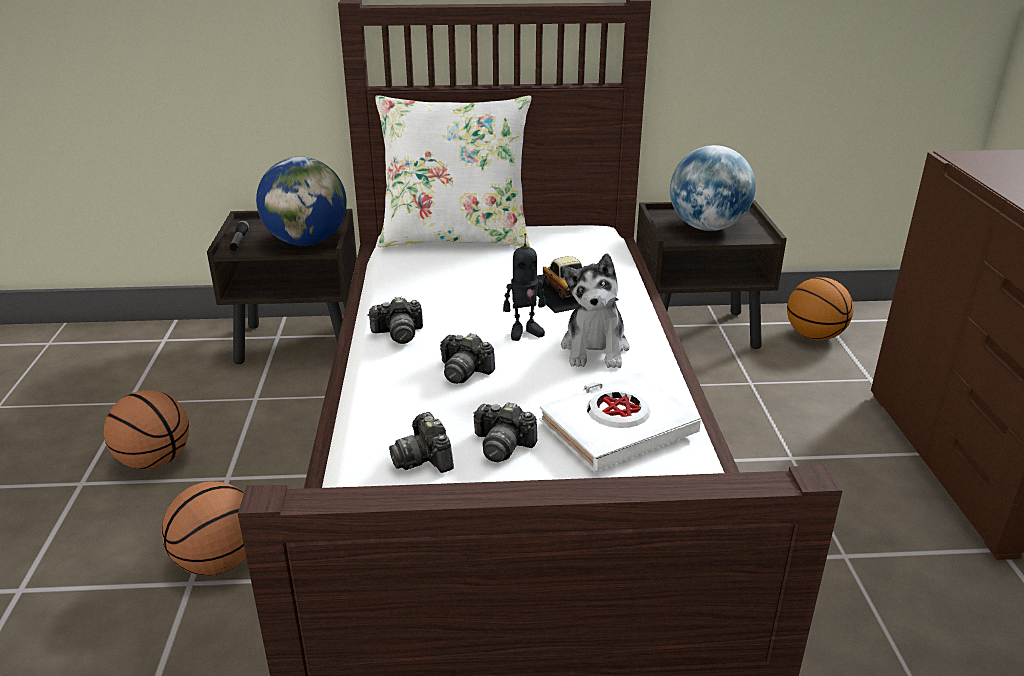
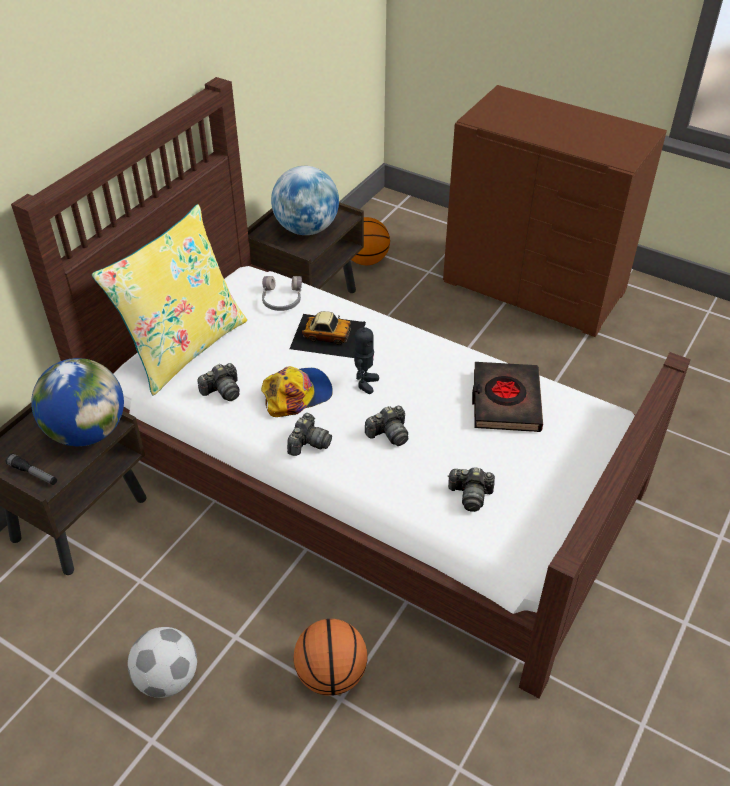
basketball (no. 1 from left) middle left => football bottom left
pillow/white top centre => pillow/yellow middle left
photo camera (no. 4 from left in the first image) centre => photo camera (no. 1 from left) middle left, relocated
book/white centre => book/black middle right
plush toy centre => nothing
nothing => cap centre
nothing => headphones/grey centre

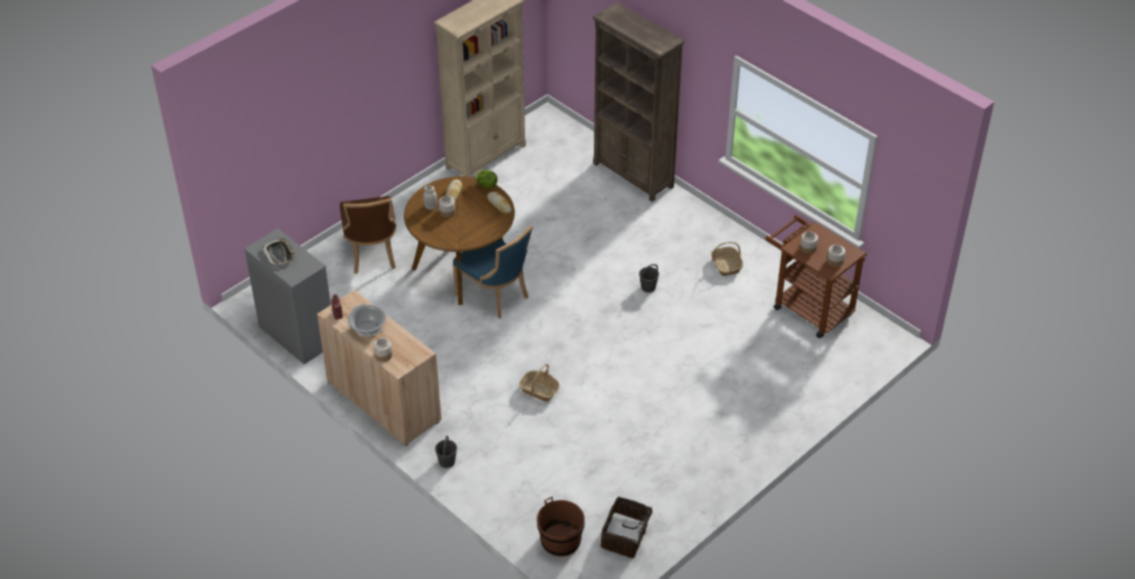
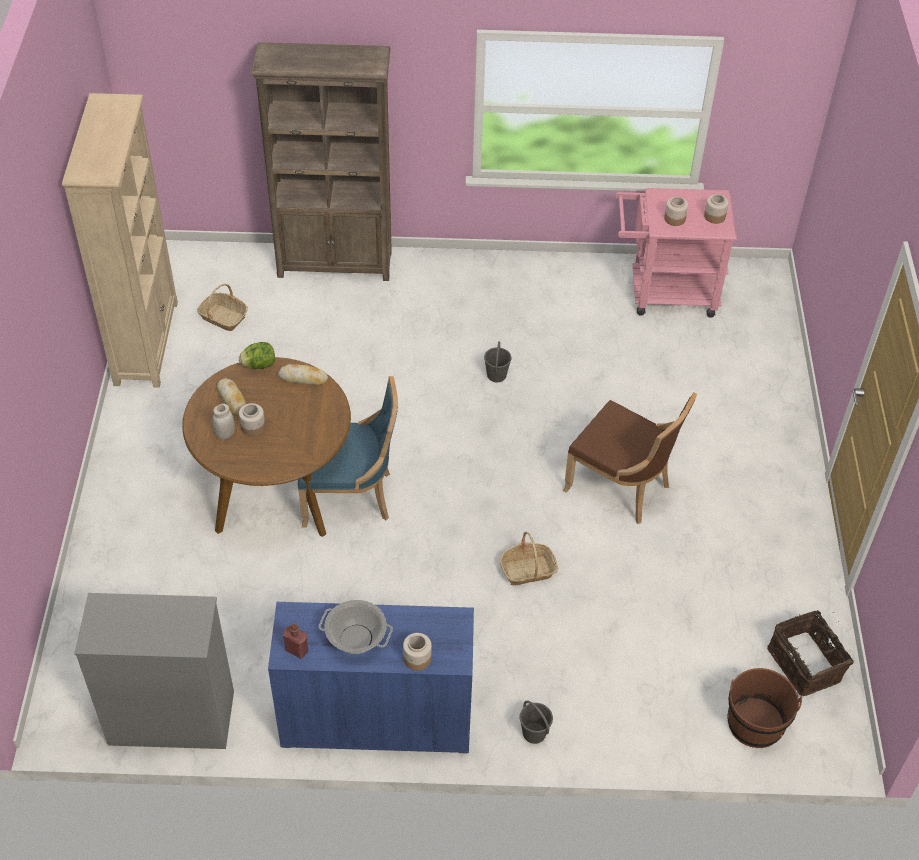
tray middle left => nothing
cabinet/beige centre => cabinet/blue bottom centre
chair/brown middle left => chair/brown middle right, relocated
basket (no. 3 from left in the first image) centre => basket (no. 1 from left) middle left, relocated
cart/brown middle right => cart/pink top right

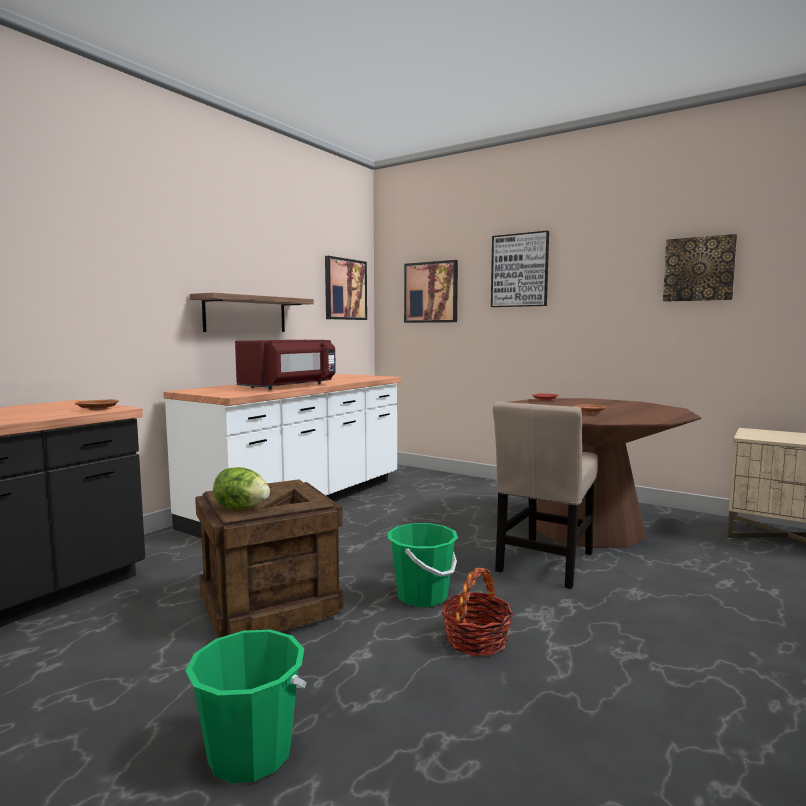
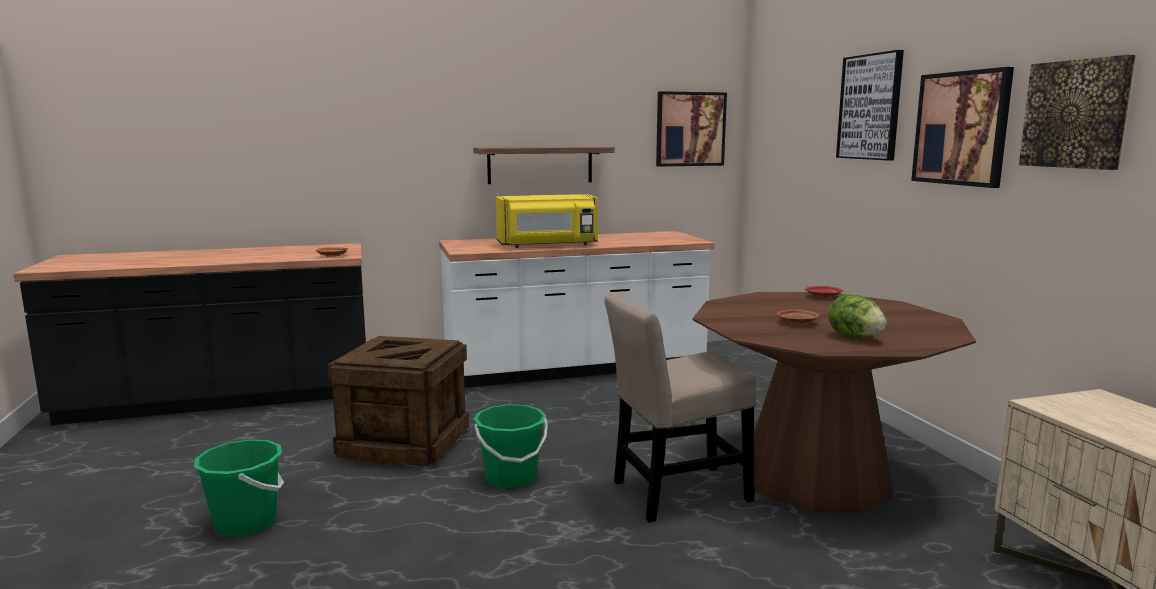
lettuce middle left => lettuce middle right, relocated
microwave/red centre => microwave/yellow centre
picture (no. 2 from left in the first image) centre => picture (no. 3 from left) top right, relocated
basket bottom centre => nothing

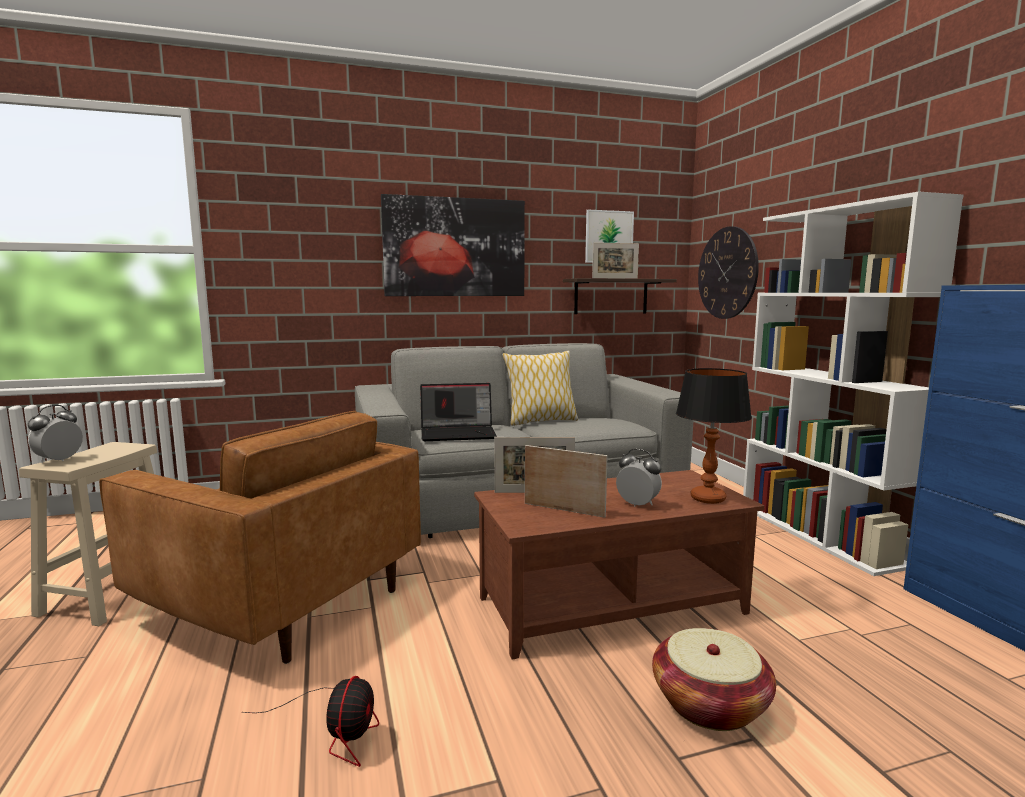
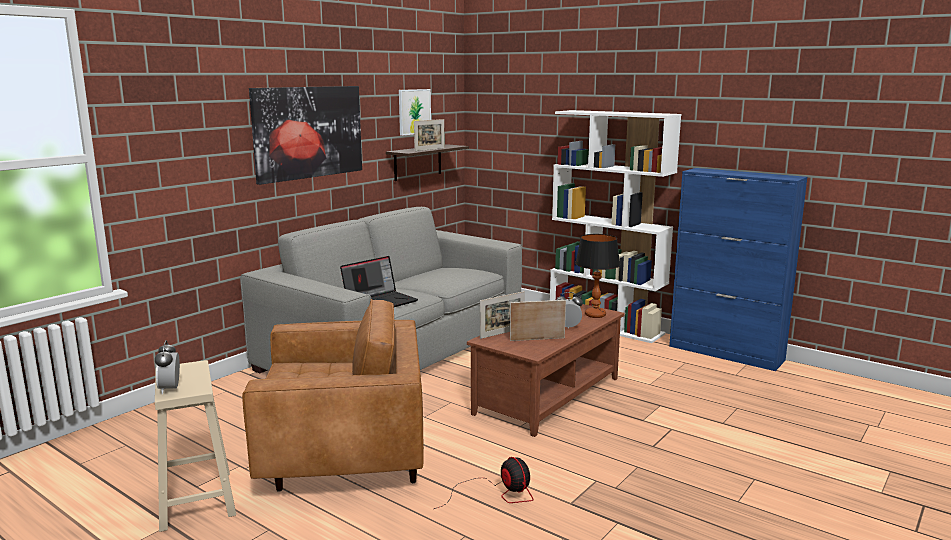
pillow centre => nothing
basket bottom right => nothing
wall clock middle right => nothing

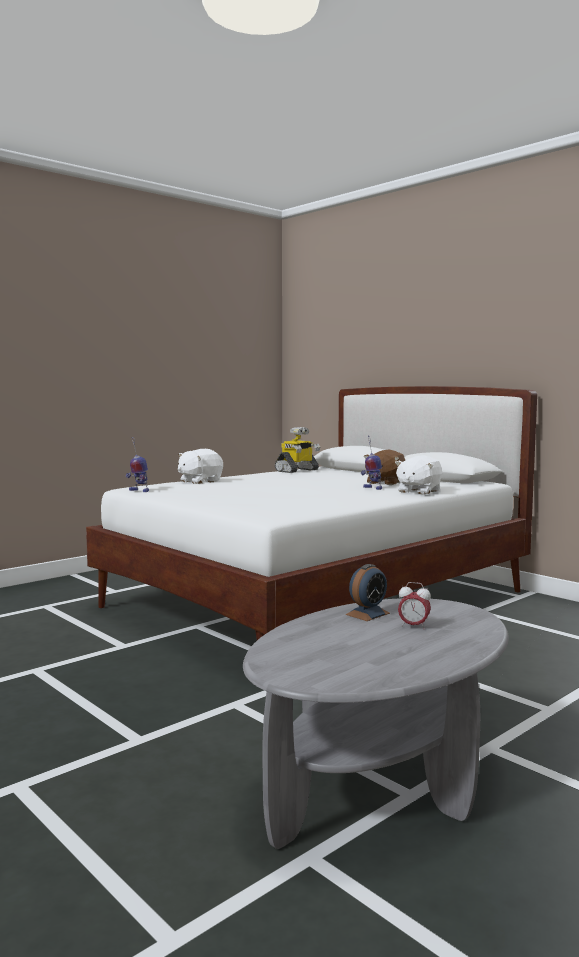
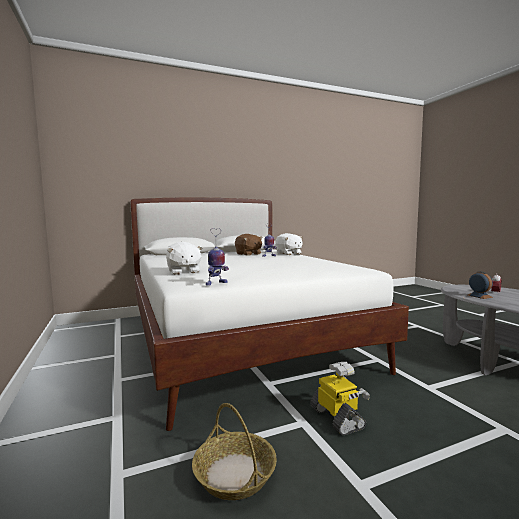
toy robot (no. 2 from left in the first image) centre => toy robot (no. 3 from left) bottom centre, relocated
nothing => basket bottom centre

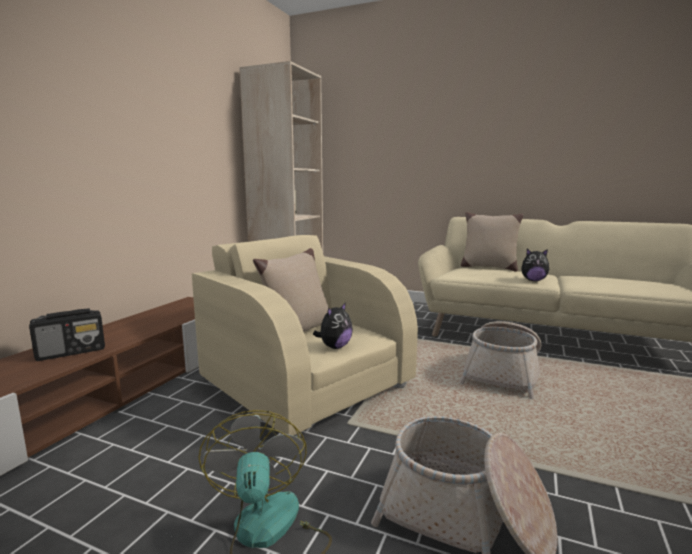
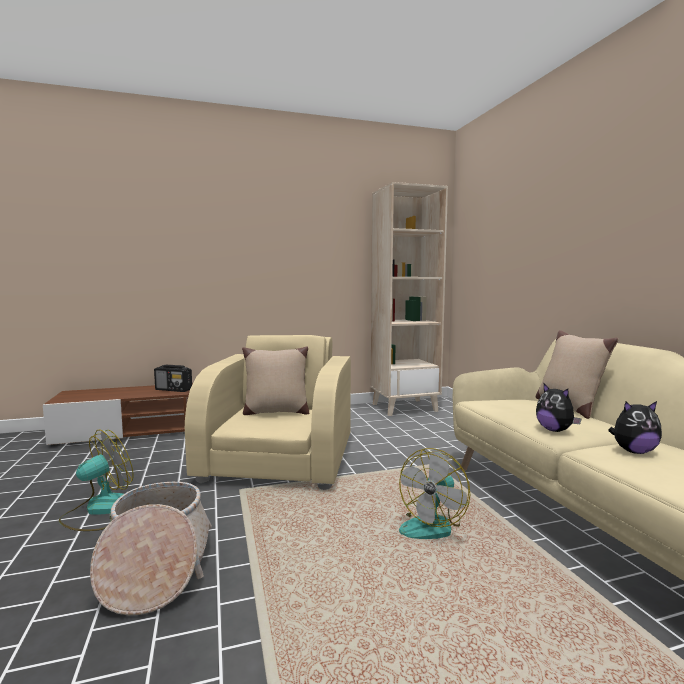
plush toy (no. 1 from left in the first image) centre => plush toy (no. 2 from left) middle right, relocated
basket (no. 2 from left) middle right => fan (no. 2 from left) bottom centre

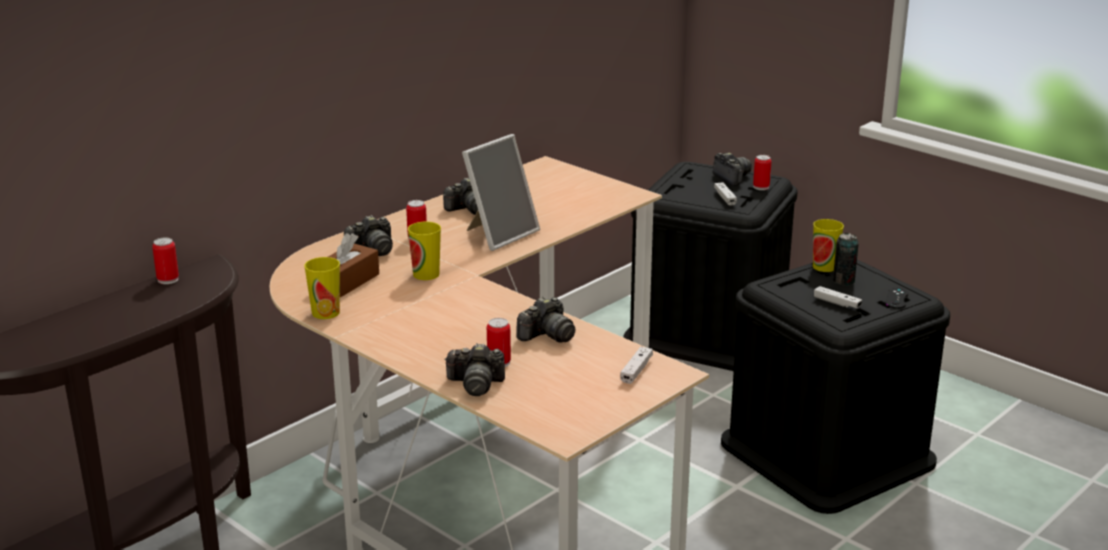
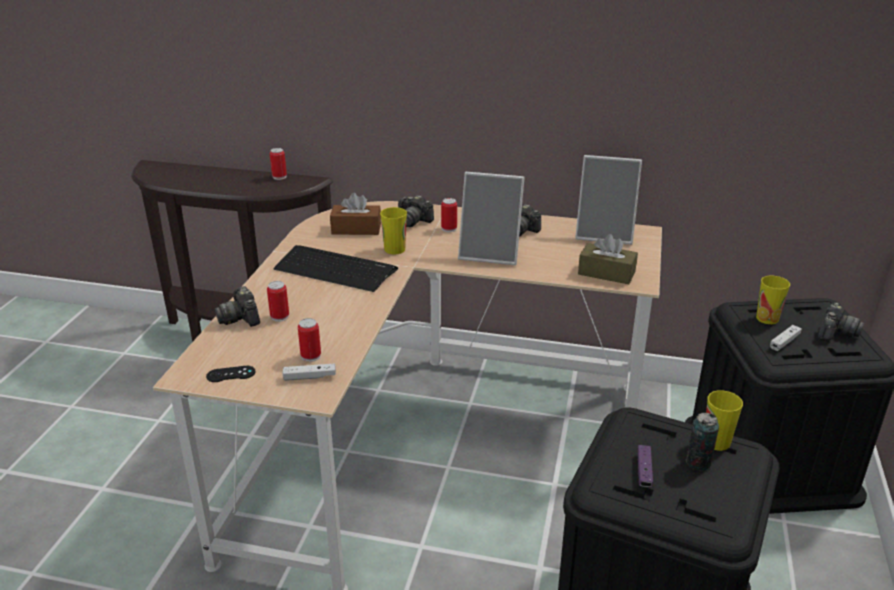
cup (no. 1 from left in the first image) middle left => cup (no. 3 from left) middle right, relocated
photo camera (no. 4 from left) centre => nothing
can (no. 4 from left in the first image) top right => can (no. 3 from left) centre, relocated
game controller/white (no. 3 from left) middle right => game controller/purple bottom right
game controller/black middle right => game controller/black middle left, relocated
nothing => keyboard centre
nothing => picture frame (no. 2 from left) middle right
nothing => tissue box/brown (no. 2 from left) middle right

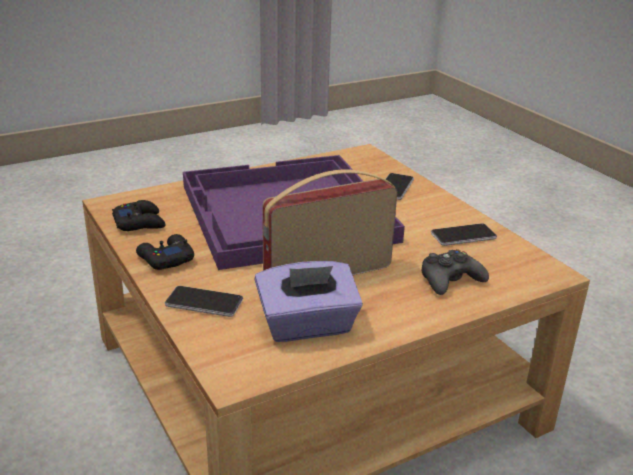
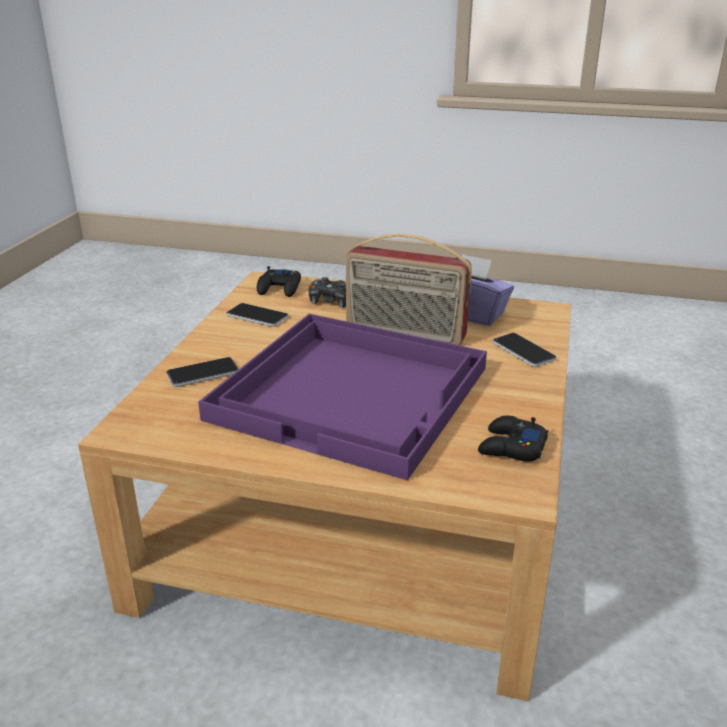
game controller/black (no. 2 from left in the first image) middle left => game controller/black (no. 1 from left) centre, relocated

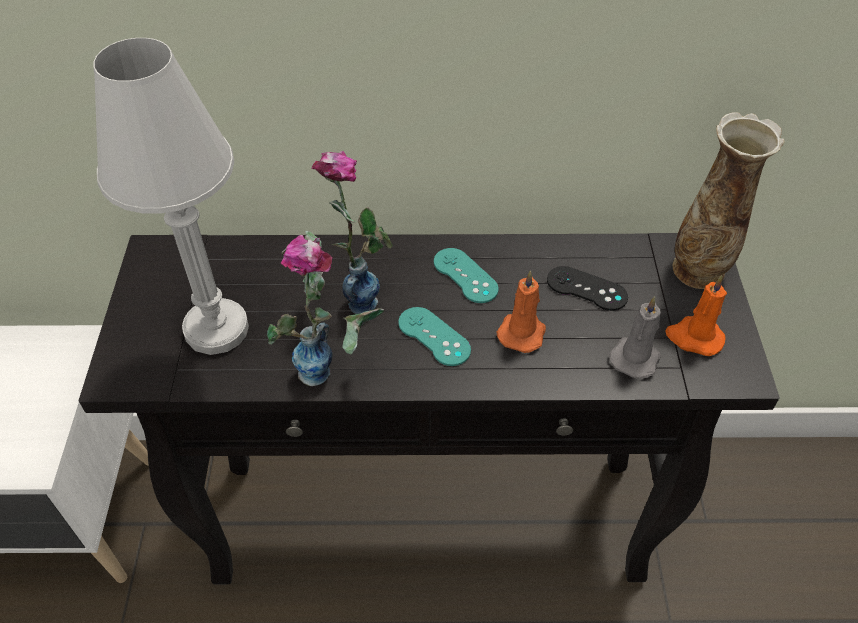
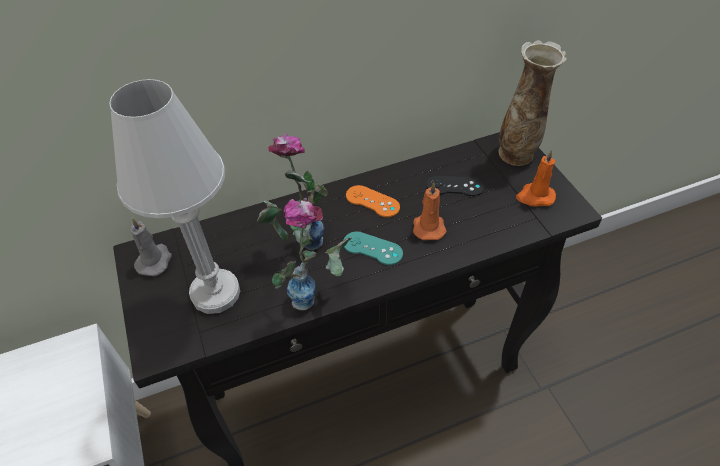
game controller/turquoise (no. 2 from left) centre => game controller/orange centre
candle/grey middle right => candle/grey middle left, relocated

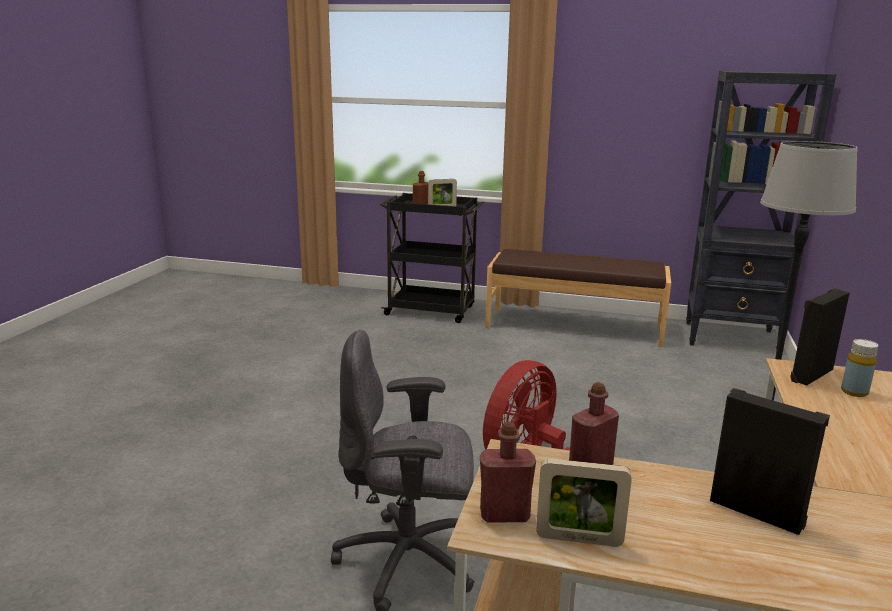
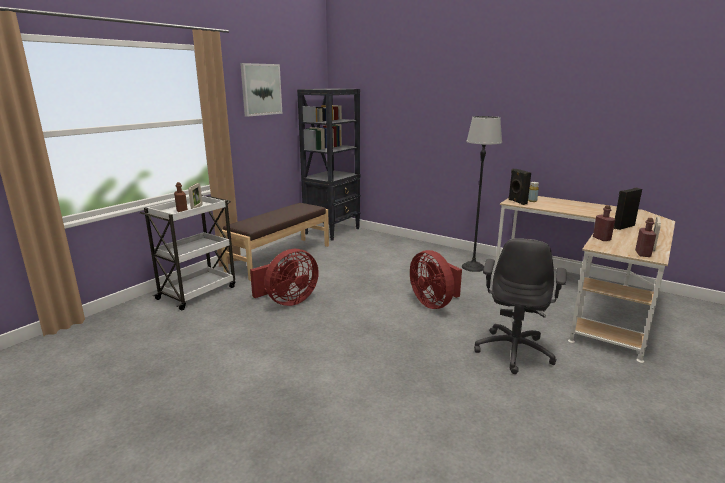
cart/black centre => cart/white middle left
nothing => picture top centre
nothing => fan/red (no. 1 from left) centre

